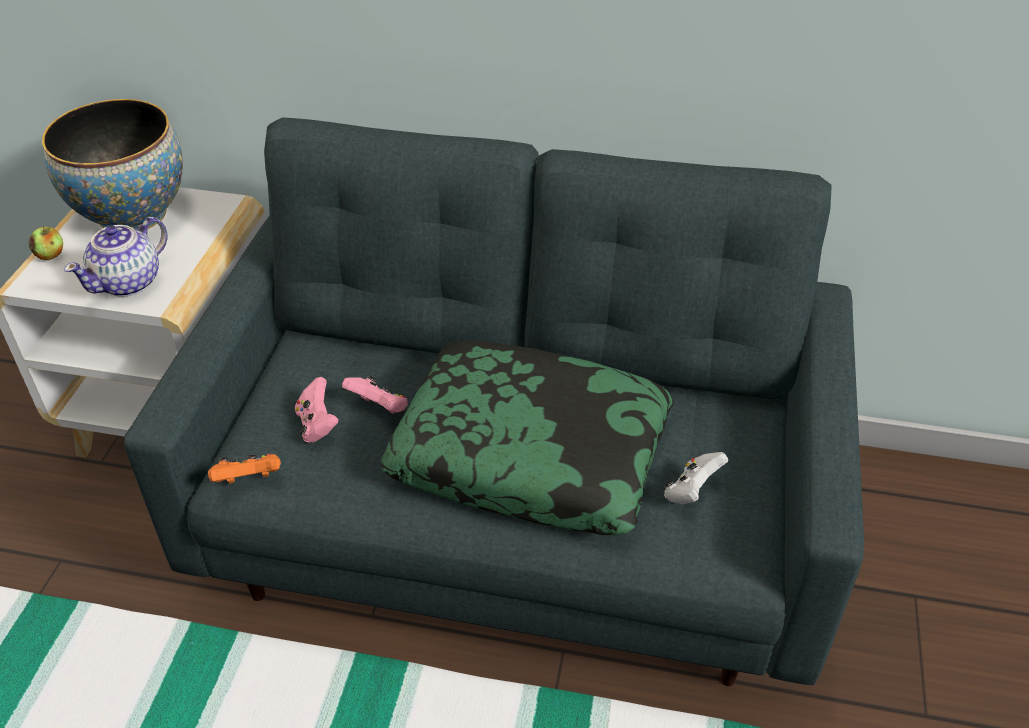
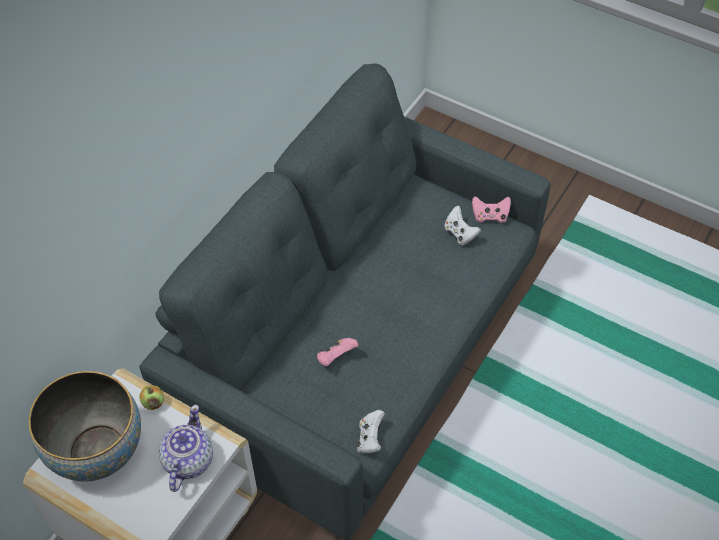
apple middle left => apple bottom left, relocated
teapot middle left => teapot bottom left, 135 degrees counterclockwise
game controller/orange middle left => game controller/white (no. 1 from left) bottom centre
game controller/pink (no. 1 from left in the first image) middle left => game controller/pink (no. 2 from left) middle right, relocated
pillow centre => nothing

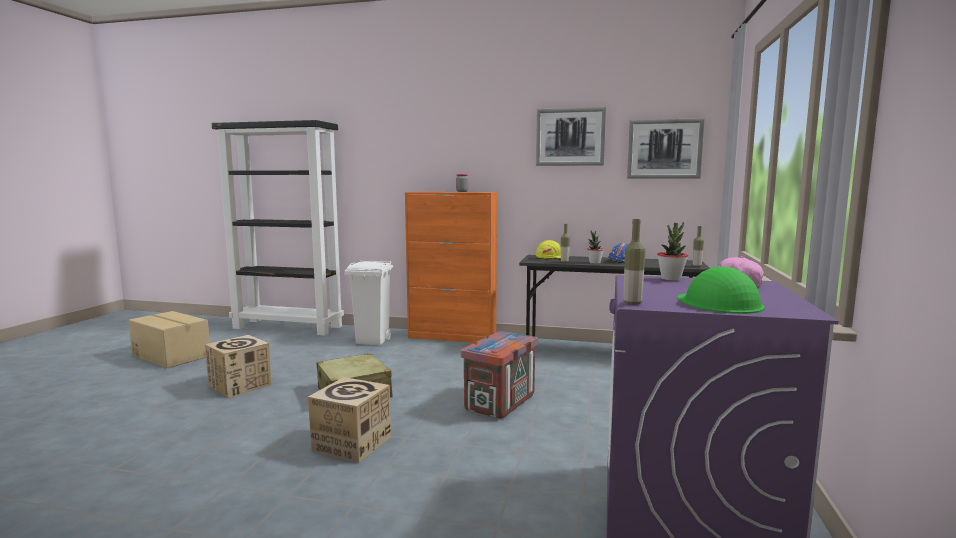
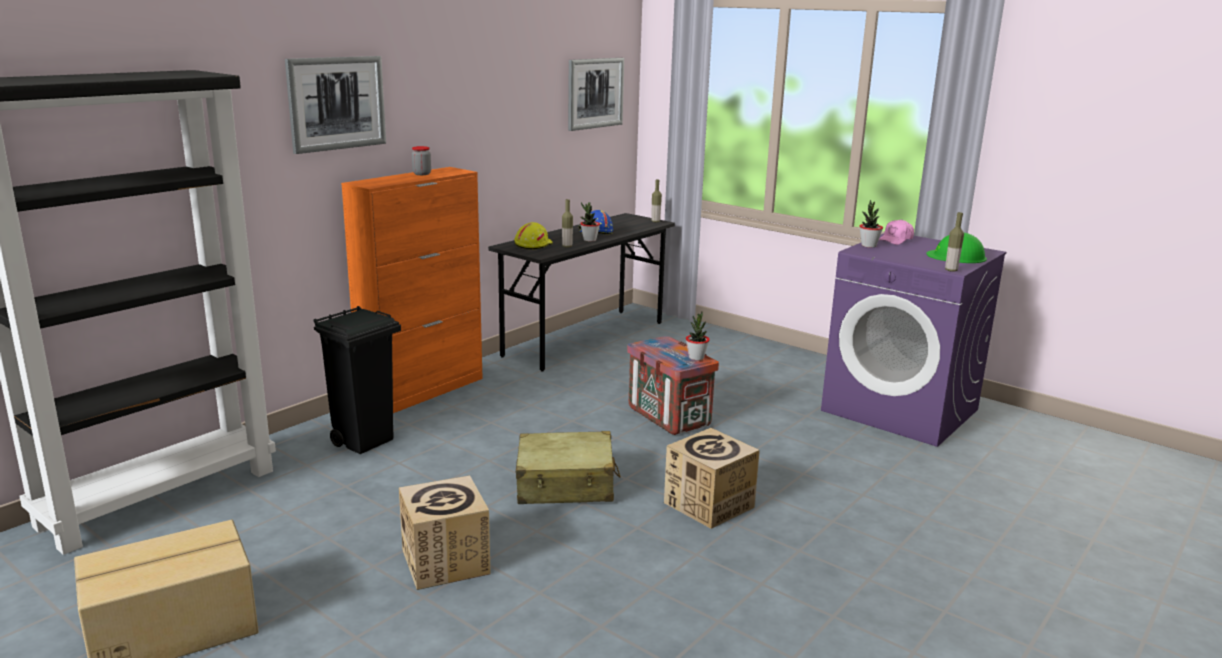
trash can/white centre => trash can/black middle left
picture (no. 1 from left) top centre => picture (no. 1 from left) top left, relocated
nothing => potted plant (no. 2 from left) centre

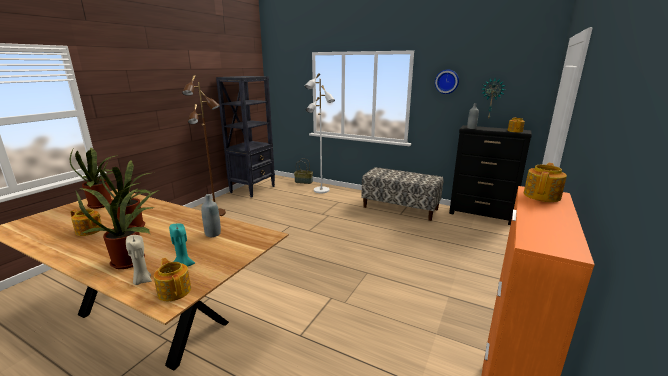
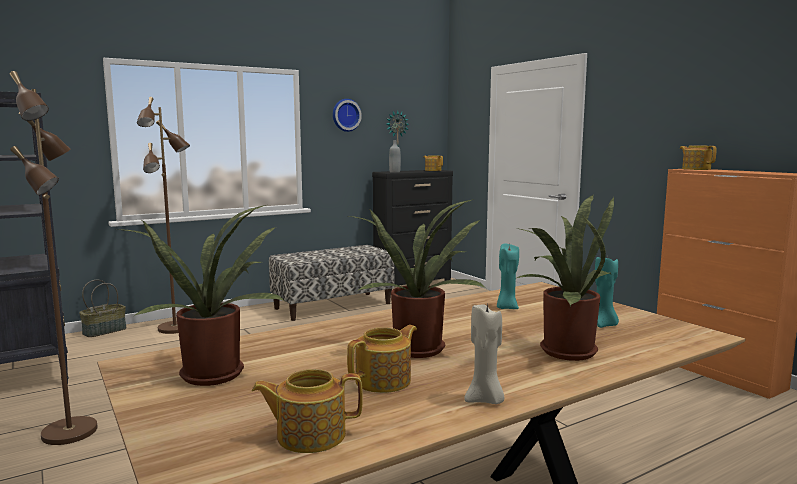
candle/beige bottom left => candle/beige bottom centre, relocated
teapot (no. 2 from left in the first image) bottom left => teapot (no. 1 from left) bottom centre, relocated
bottle/grey (no. 1 from left) middle left => candle/turquoise (no. 1 from left) centre
floor lamp/white centre => floor lamp/brown (no. 2 from left) middle left

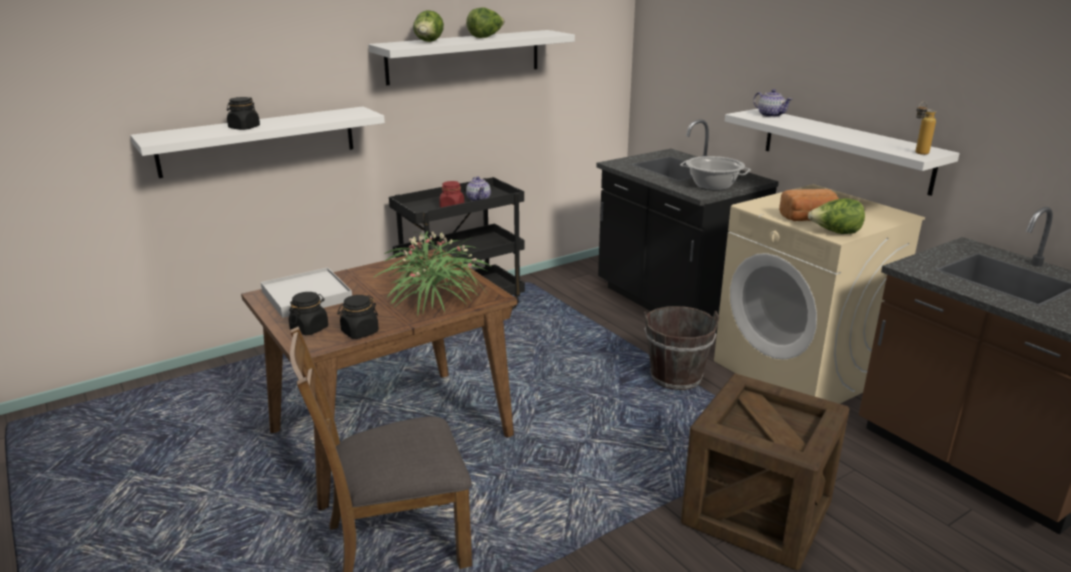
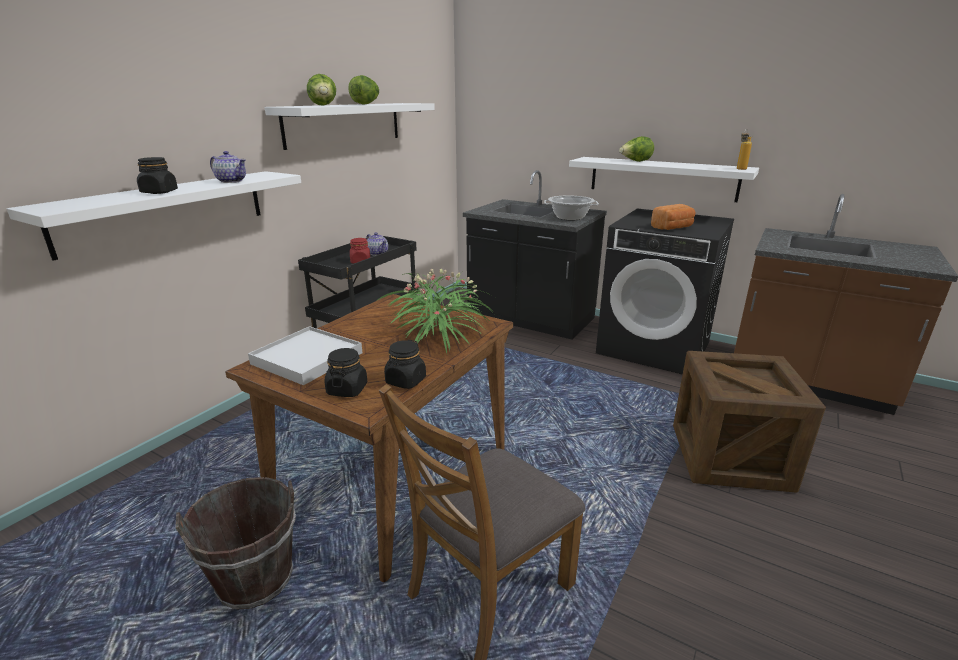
bucket/brown centre => bucket/brown bottom left, relocated
washing machine/beige middle right => washing machine/black middle right
teapot (no. 2 from left in the first image) top right => teapot (no. 1 from left) top left, relocated
lettuce (no. 3 from left) middle right => lettuce (no. 3 from left) top centre, relocated

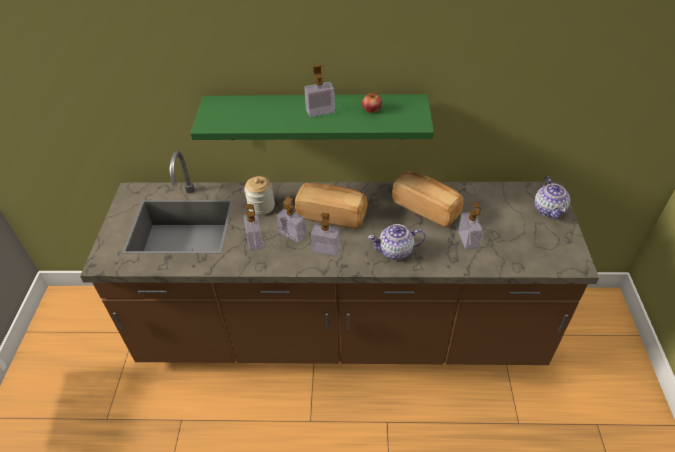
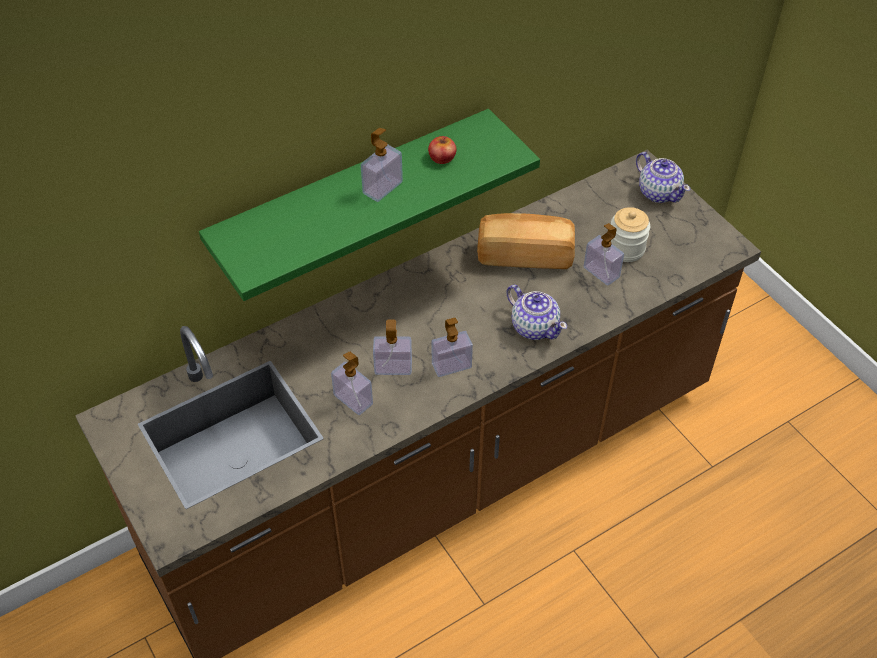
jar centre => jar middle right, relocated
bread (no. 1 from left) centre => nothing
teapot (no. 1 from left) centre, 90 degrees counterclockwise

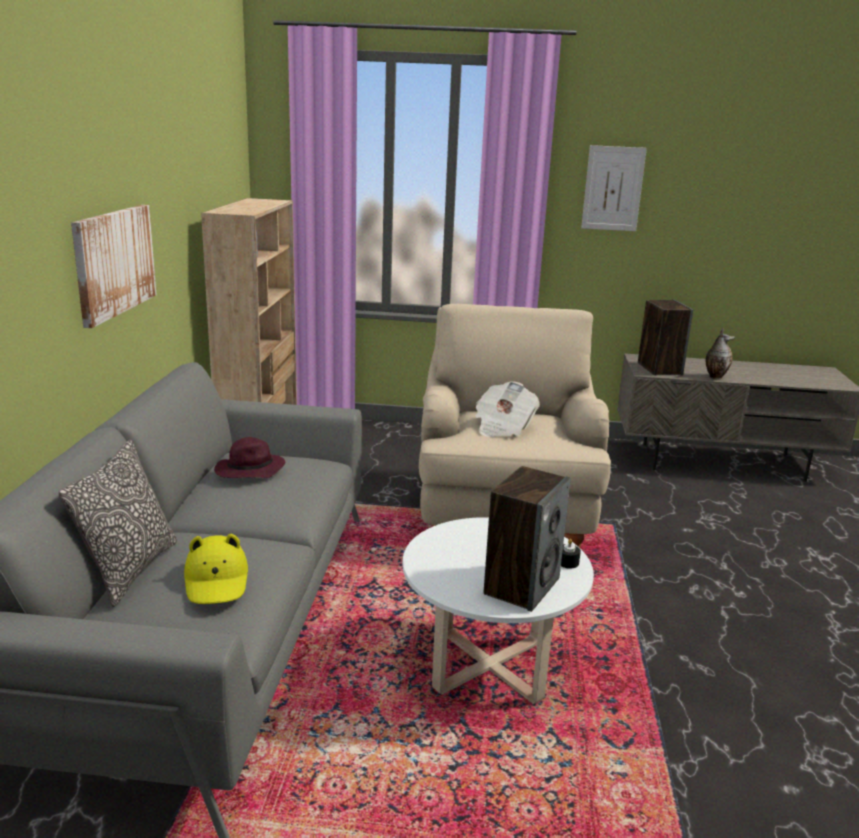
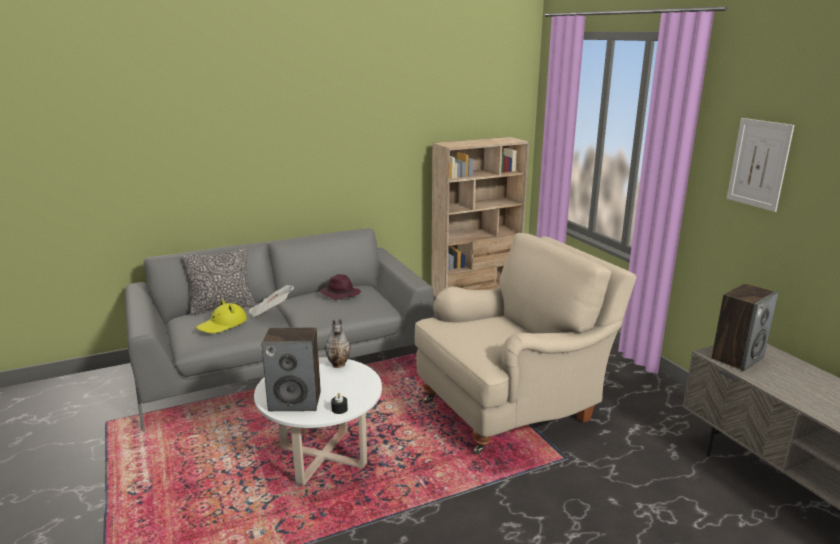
picture (no. 1 from left) top left => nothing
newspaper centre => newspaper middle left, relocated
vase middle right => vase centre, relocated

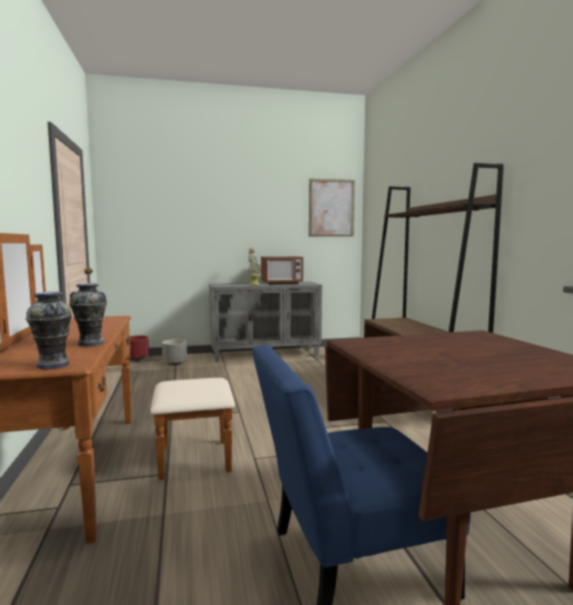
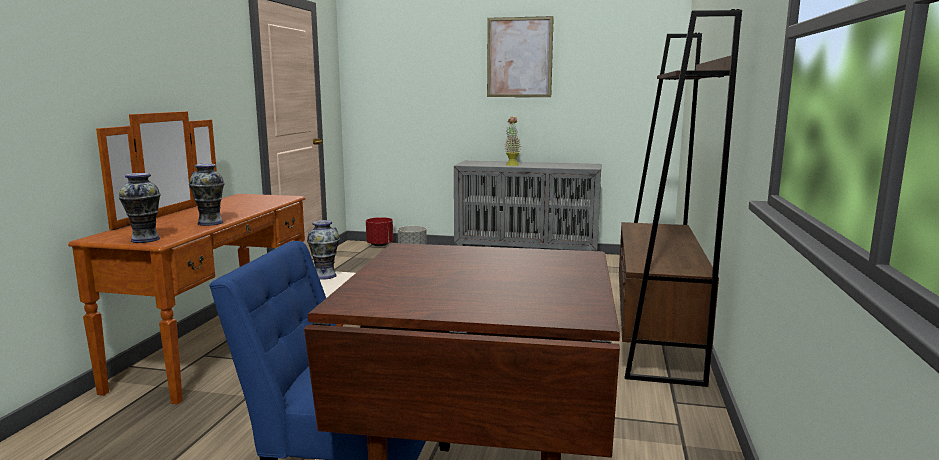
microwave centre => nothing
picture centre => picture top centre, relocated
nothing => vase (no. 3 from left) centre

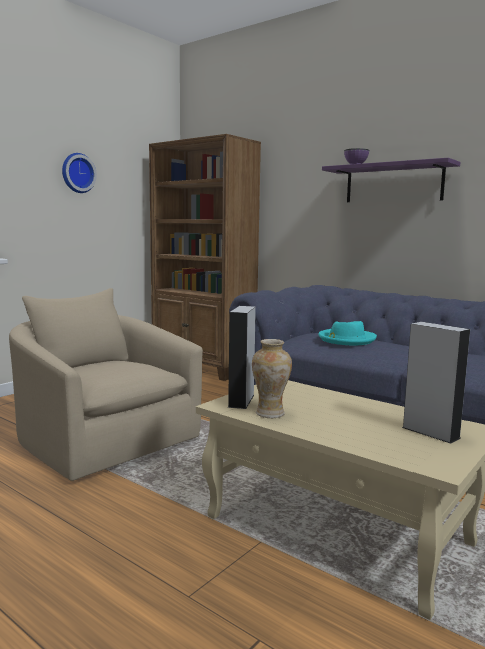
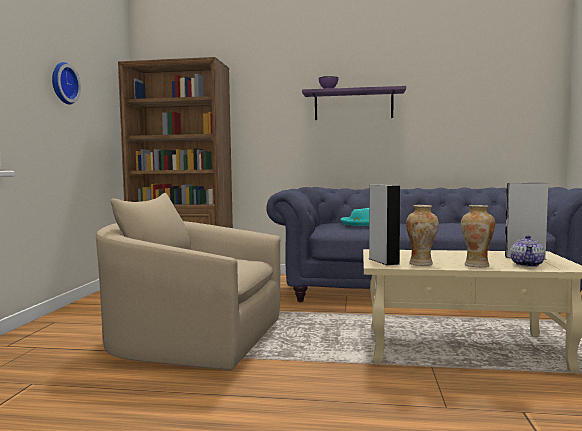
nothing => vase (no. 2 from left) middle right
nothing => teapot middle right

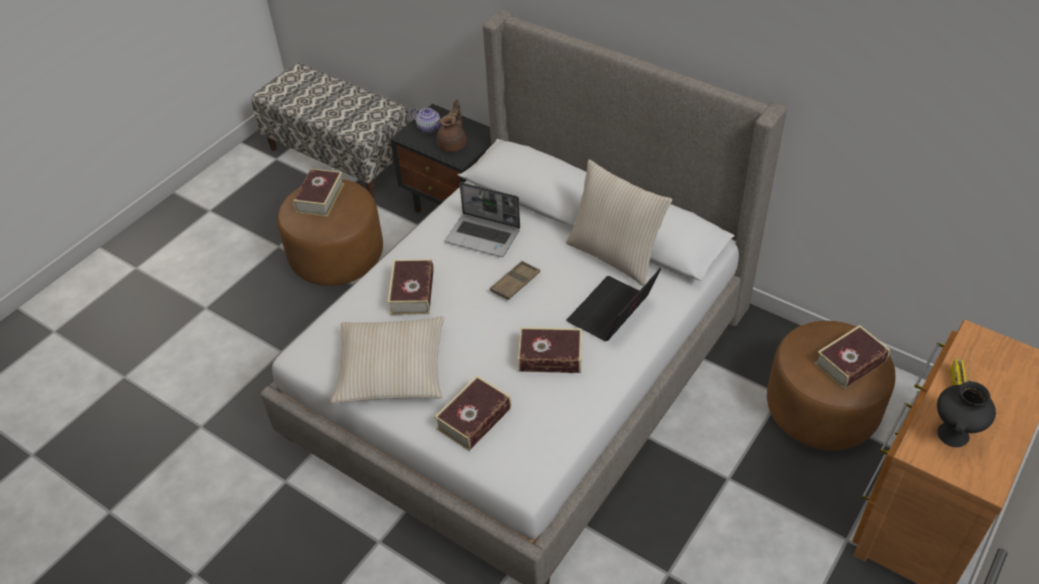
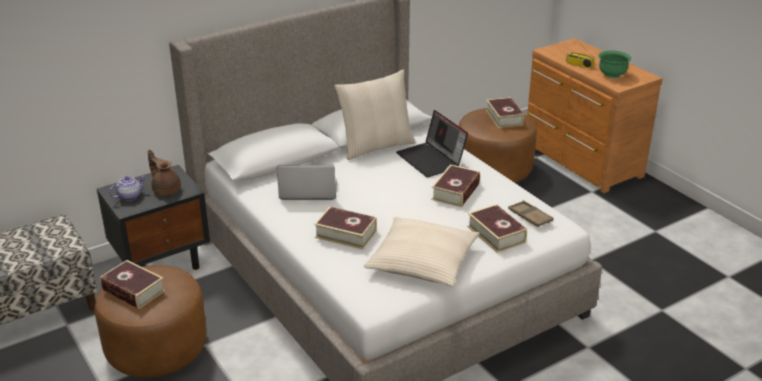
laptop (no. 1 from left) centre, 135 degrees counterclockwise
tray/brown centre => tray/brown middle right, relocated
vase/black bottom right => bowl/green top right

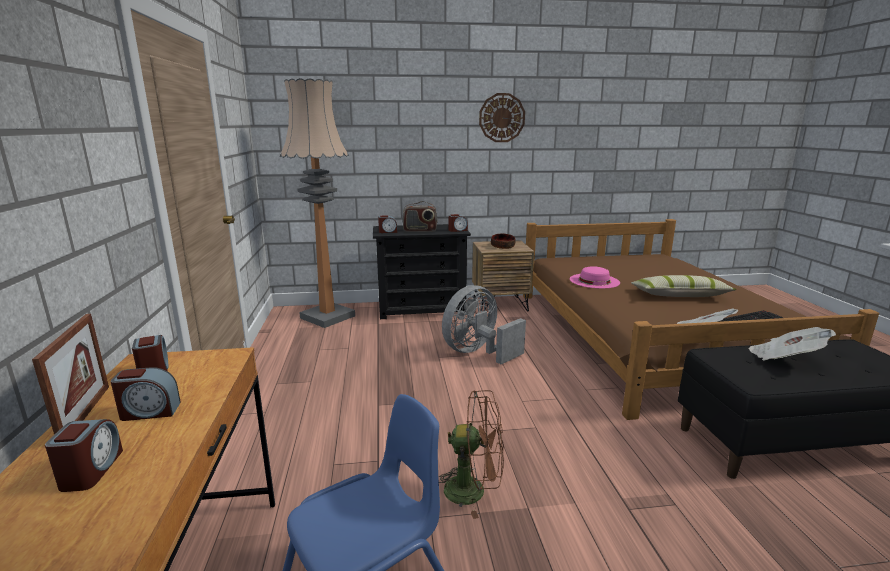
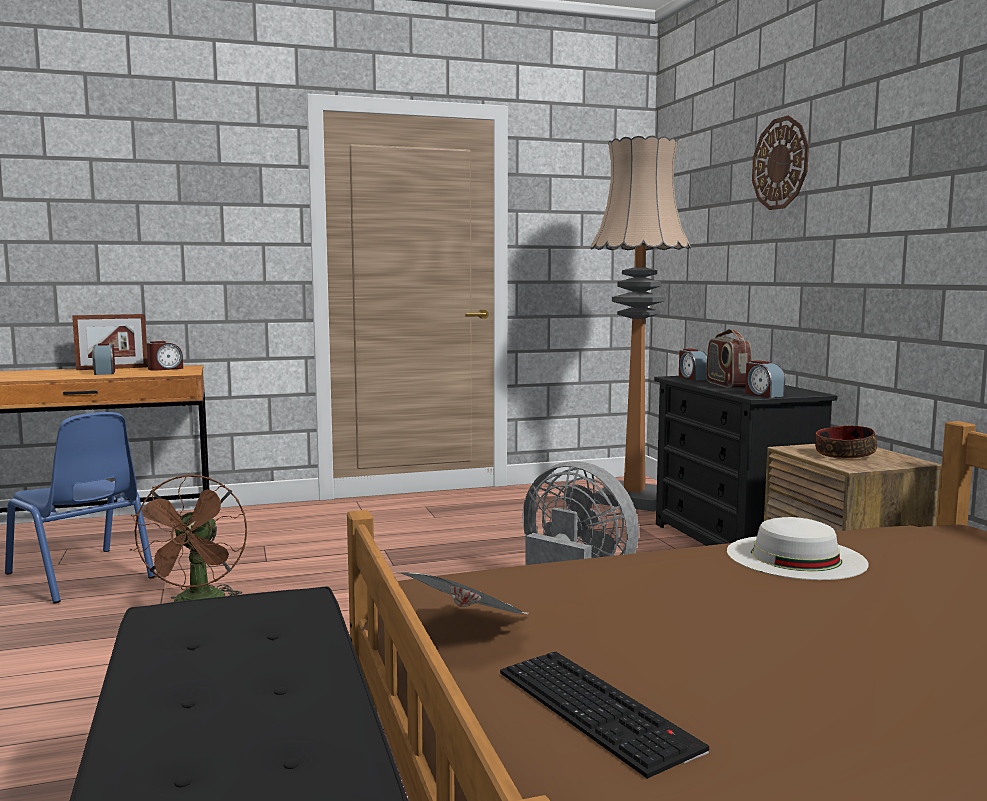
alarm clock (no. 1 from left) bottom left => nothing
wall clock top centre => wall clock top right, relocated
hat/pink middle right => hat/white bottom right
pillow middle right => nothing
newspaper (no. 2 from left) middle right => nothing

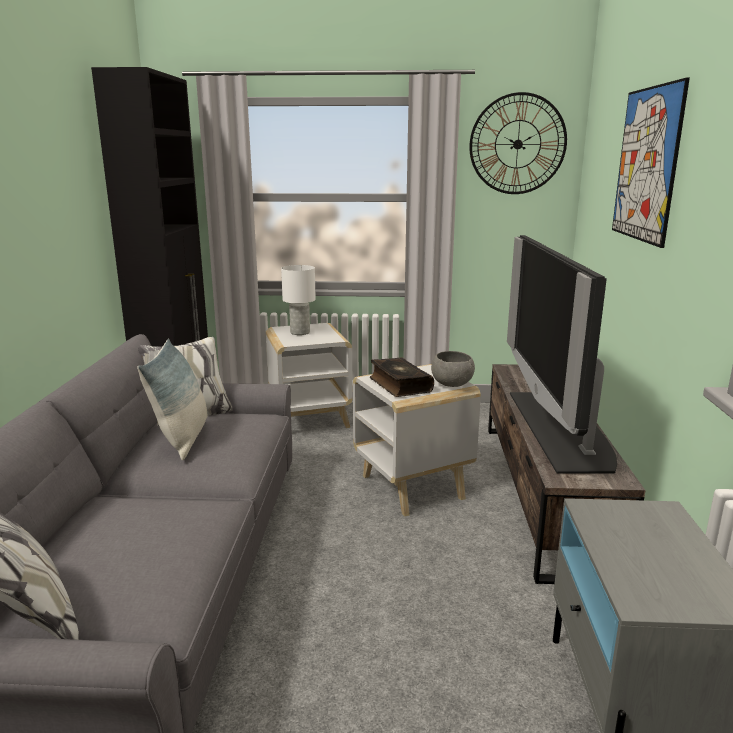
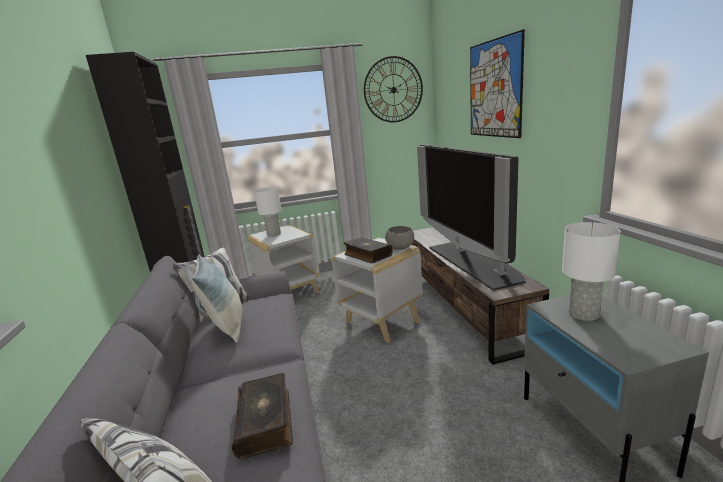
nothing => book (no. 1 from left) bottom centre
nothing => table lamp/white (no. 2 from left) middle right

